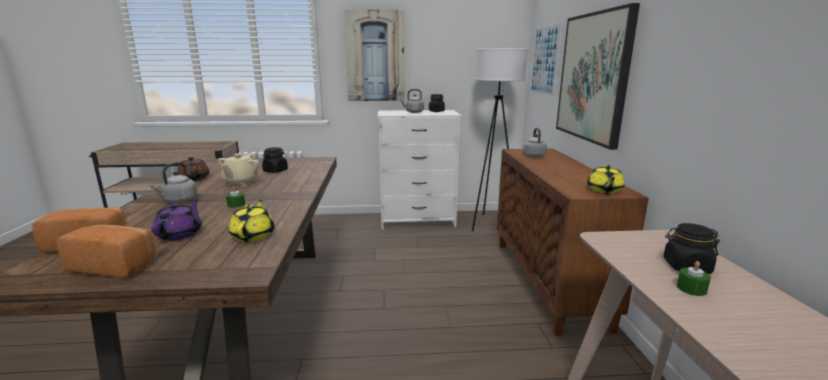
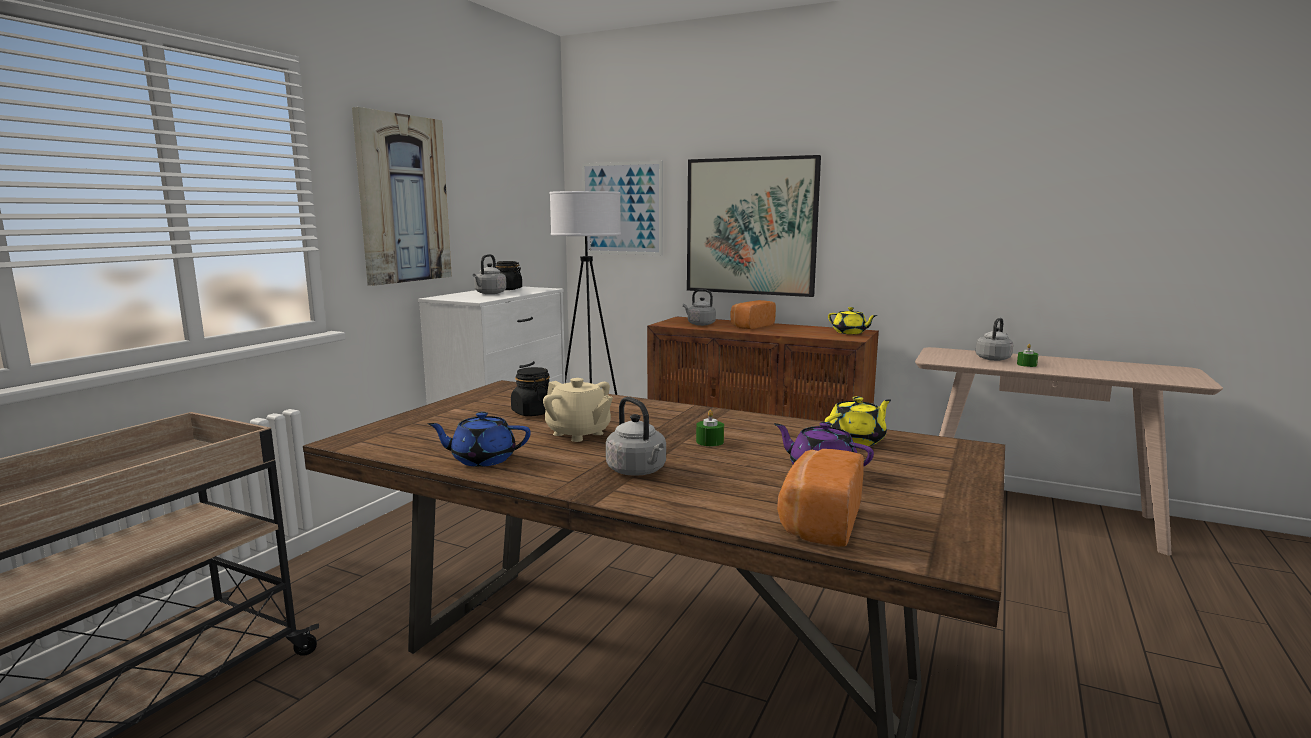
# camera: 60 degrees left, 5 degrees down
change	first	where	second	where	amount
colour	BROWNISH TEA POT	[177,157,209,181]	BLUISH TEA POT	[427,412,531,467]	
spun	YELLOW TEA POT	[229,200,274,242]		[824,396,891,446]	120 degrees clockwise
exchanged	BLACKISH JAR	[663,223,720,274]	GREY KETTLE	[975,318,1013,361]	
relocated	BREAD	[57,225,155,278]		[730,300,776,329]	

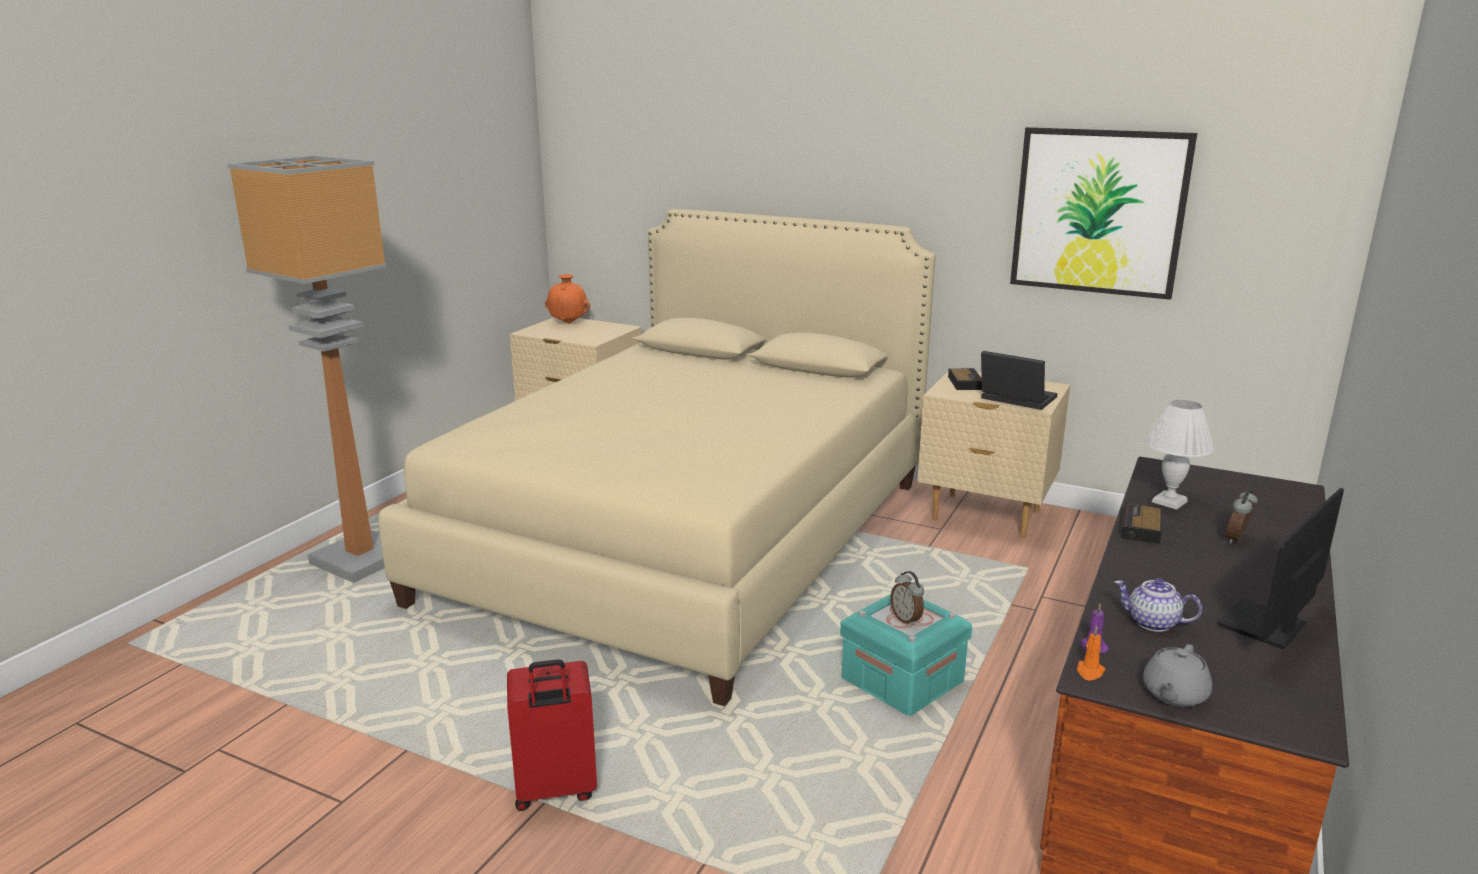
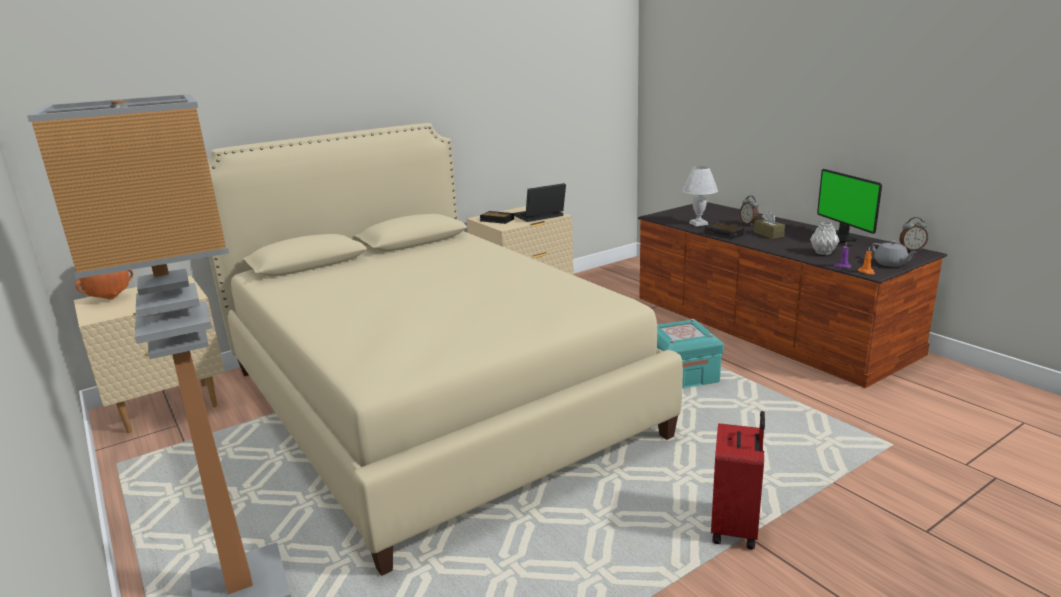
# camera: 60 degrees left, 0 degrees up
change	first	where	second	where	amount
missing	WALL PICTURE	[1010,127,1197,300]			
relocated	TABLE CLOCK	[891,571,924,626]		[899,217,928,251]	
exchanged	TEA POT	[1114,578,1202,632]	GREY VASE	[810,222,839,255]	
appeared			BROWNISH TISSUE HOLDER	[754,211,785,239]	

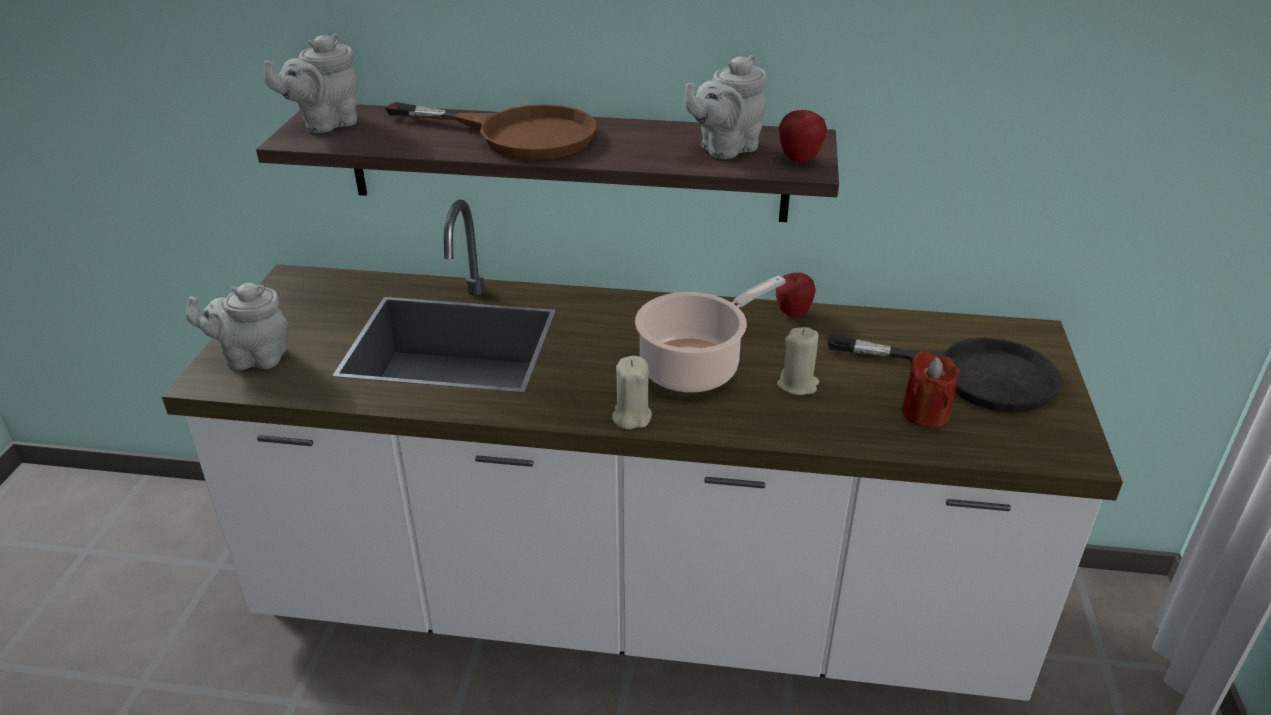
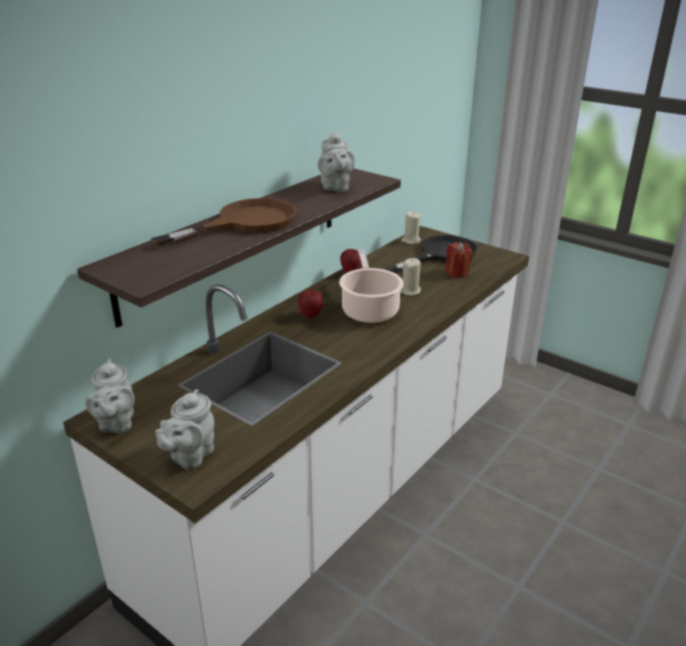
# camera: 60 degrees left, 5 degrees down
change	first	where	second	where	amount
relocated	GREY TEA POT	[264,34,358,133]		[85,359,134,433]	
relocated	APPLE	[779,110,827,162]		[298,290,323,318]	
relocated	SAND-COLOURED WAX CANDLE	[612,356,652,429]		[401,211,421,244]	

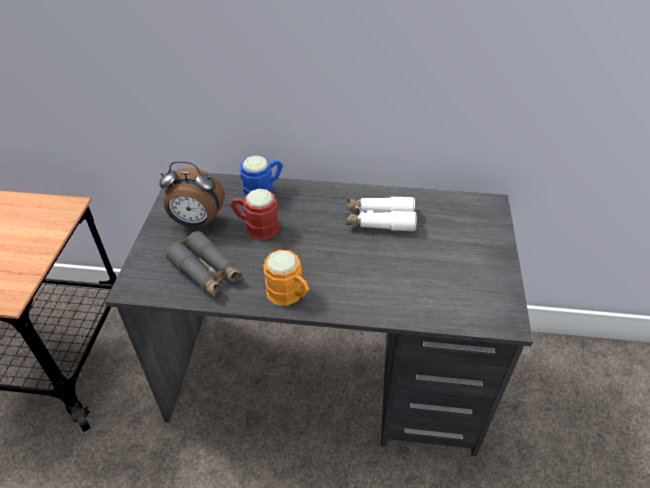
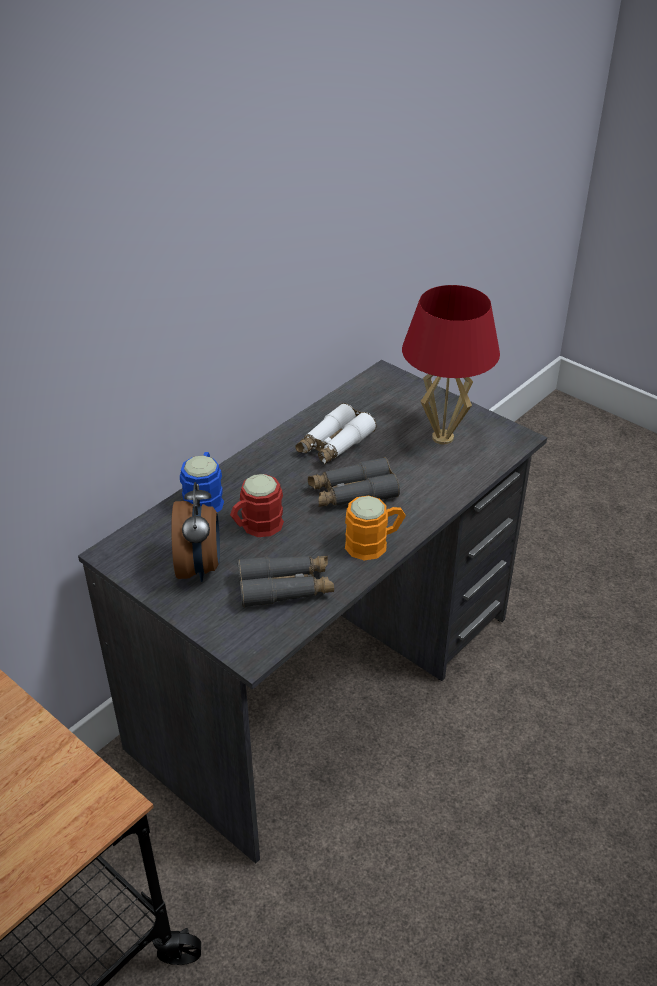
# camera: 55 degrees left, 5 degrees down
change	first	where	second	where	amount
spun	TABLE CLOCK	[159,161,225,227]		[171,482,220,582]	45 degrees counterclockwise
appeared			RED TABLETOP LAMP	[402,285,500,444]	
appeared			GREY FIELD GLASSES	[308,457,400,507]	

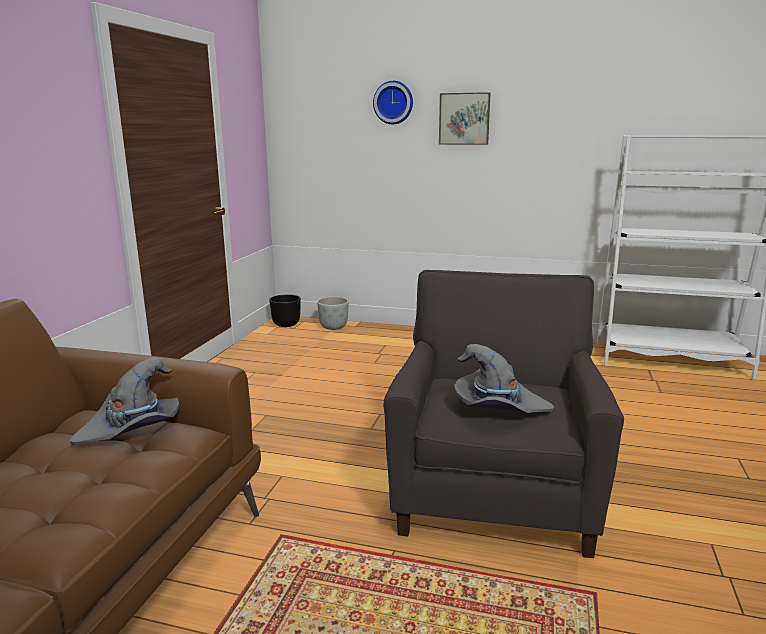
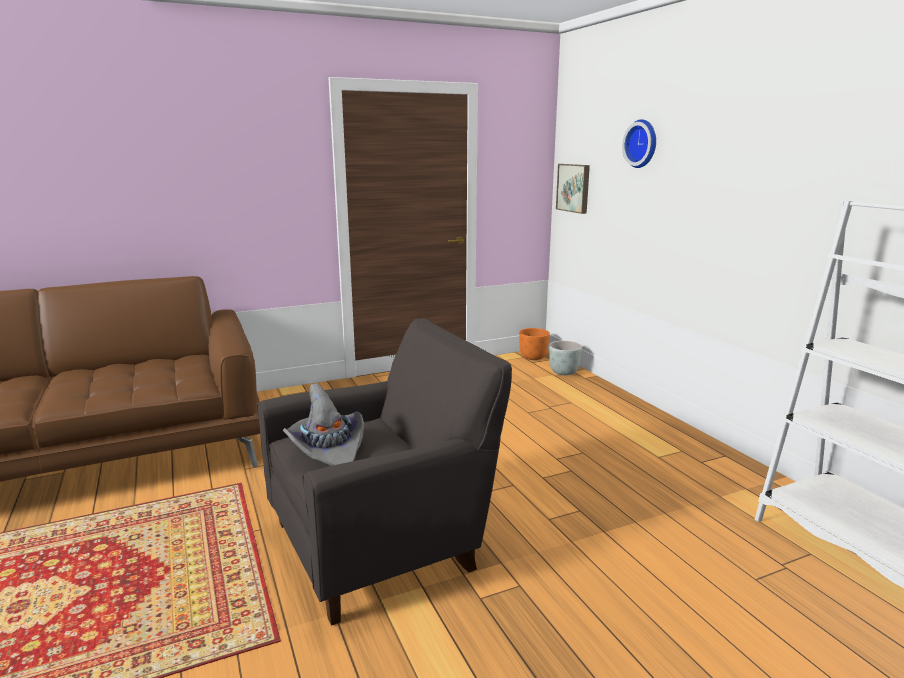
# camera: 50 degrees right, 0 degrees up
change	first	where	second	where	amount
relocated	WALL PICTURE	[439,92,491,145]		[556,164,590,214]	
colour	BLACKISH FLOWER POT	[269,294,301,327]	ORANGEY FLOWER POT	[519,328,550,360]	
missing	GREY WEARABLE HAT	[70,357,180,445]			

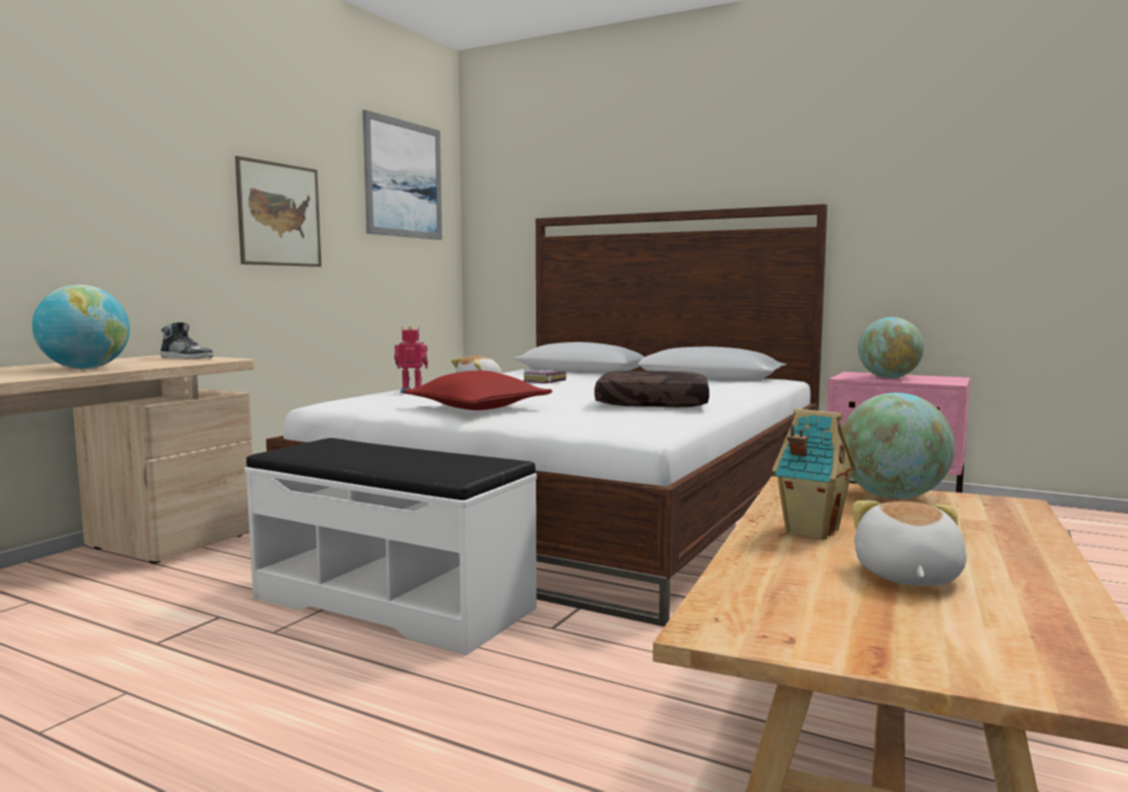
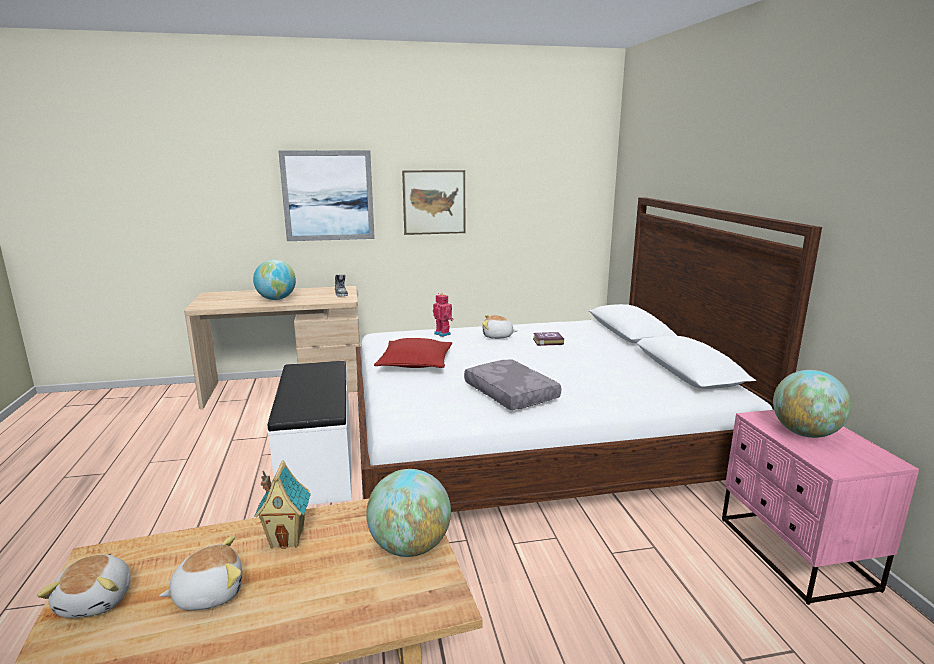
# camera: 50 degrees right, 10 degrees up
change	first	where	second	where	amount
relocated	WALL PICTURE	[363,110,442,240]		[278,150,375,241]	
colour	BROWNISH CUSHION	[594,370,709,407]	GREY CUSHION	[464,359,562,410]	
appeared			CUDDLY TOY	[37,554,131,618]	

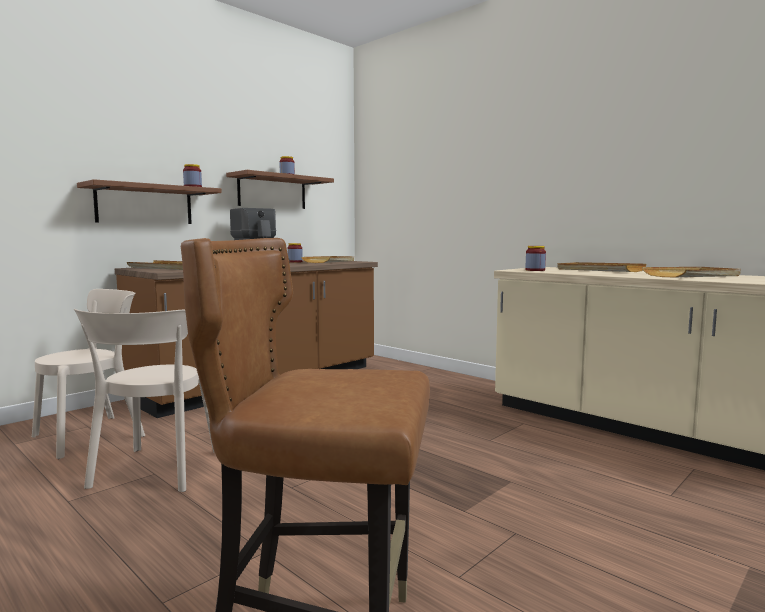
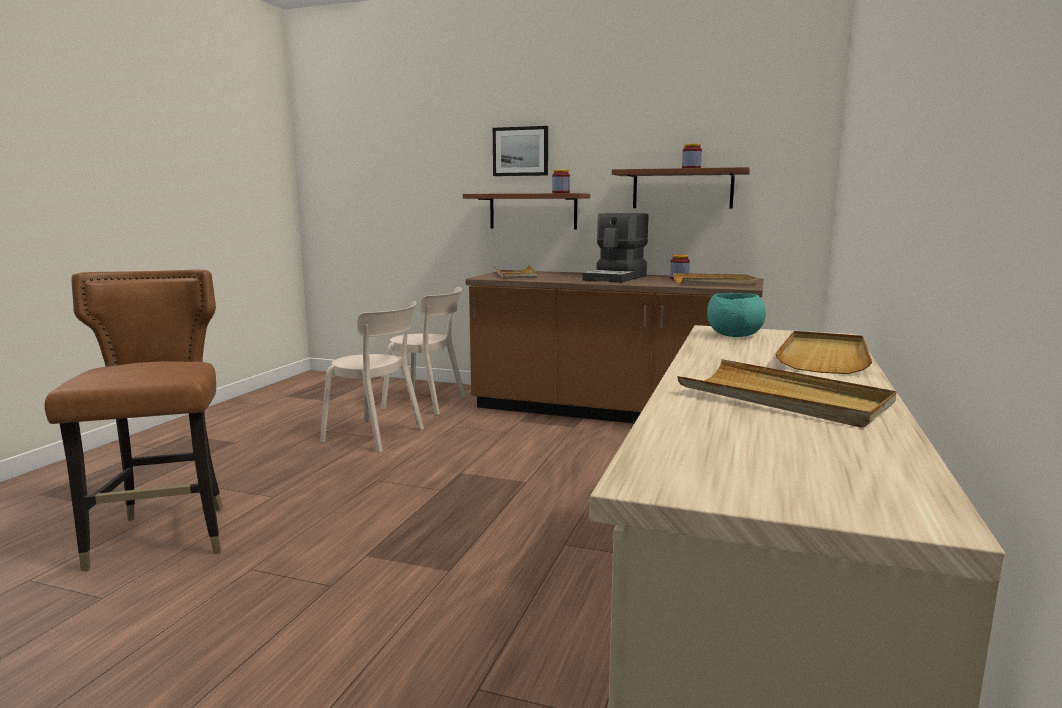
# camera: 65 degrees right, 5 degrees up
change	first	where	second	where	amount
exchanged	JAR	[525,246,546,271]	BLUE-GREEN BOWL	[707,293,766,337]	
spun	SAND-COLOURED CHAIR	[74,309,214,492]		[320,301,424,453]	135 degrees counterclockwise
appeared			WALL PICTURE	[493,126,548,176]	

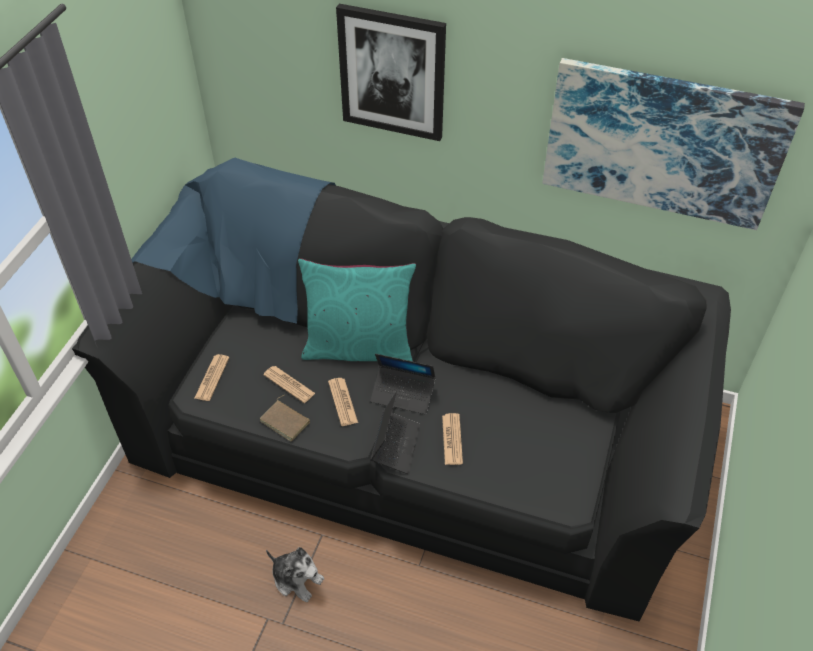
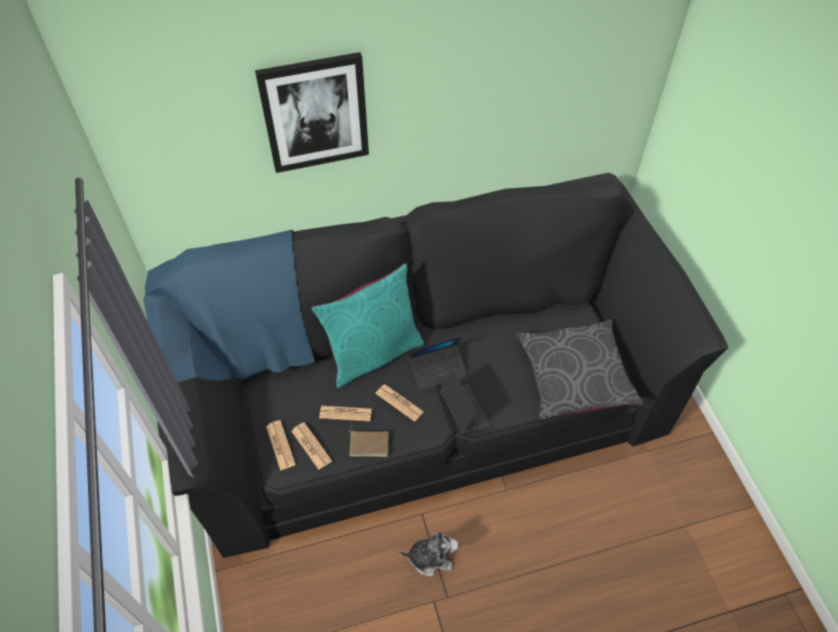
# camera: 35 degrees left, 5 degrees up
change	first	where	second	where	amount
missing	WALL PICTURE	[543,58,805,230]			
relocated	NEWSPAPER	[442,413,463,465]		[291,422,332,470]	
appeared			GREY CUSHION	[516,319,643,420]	

